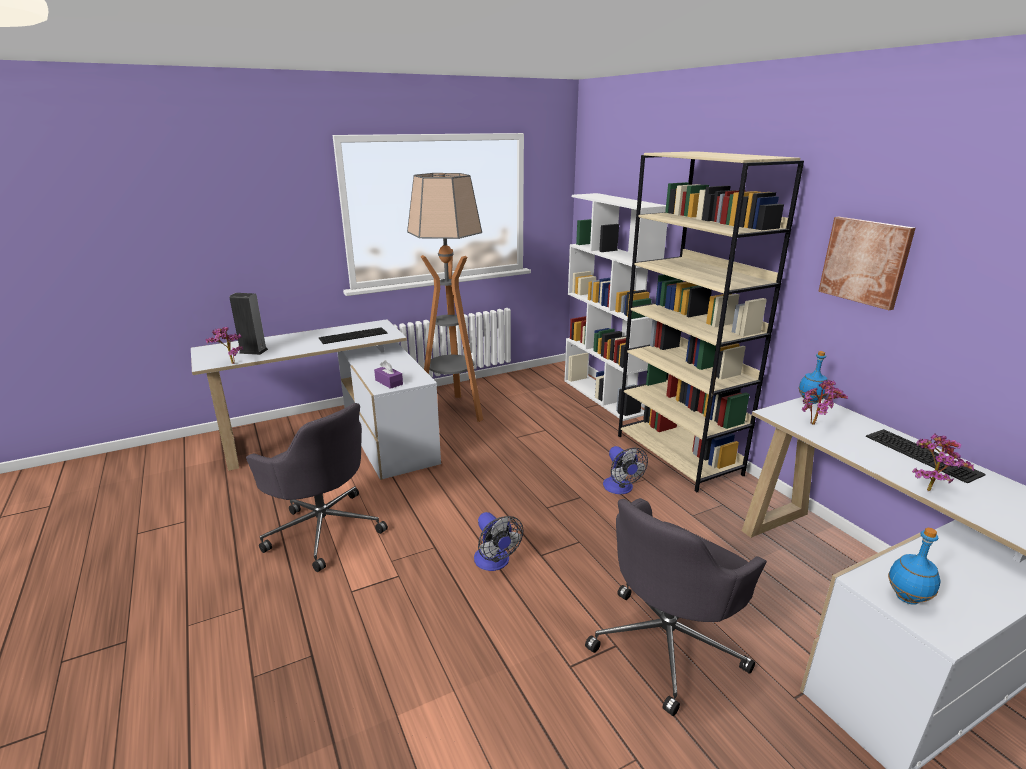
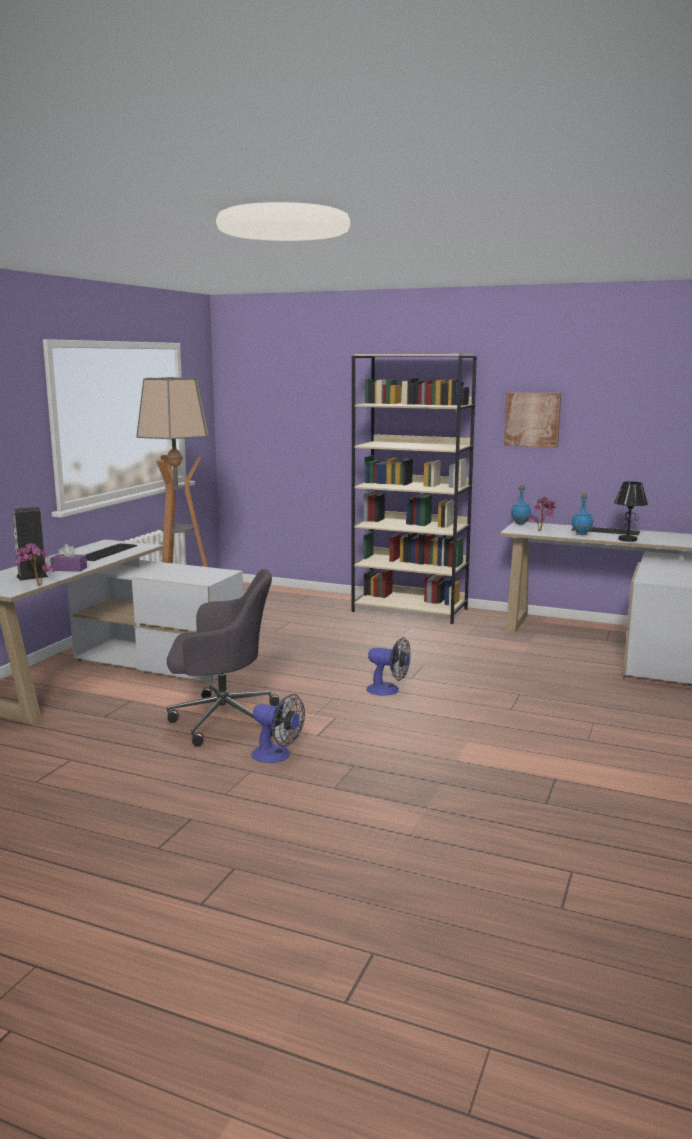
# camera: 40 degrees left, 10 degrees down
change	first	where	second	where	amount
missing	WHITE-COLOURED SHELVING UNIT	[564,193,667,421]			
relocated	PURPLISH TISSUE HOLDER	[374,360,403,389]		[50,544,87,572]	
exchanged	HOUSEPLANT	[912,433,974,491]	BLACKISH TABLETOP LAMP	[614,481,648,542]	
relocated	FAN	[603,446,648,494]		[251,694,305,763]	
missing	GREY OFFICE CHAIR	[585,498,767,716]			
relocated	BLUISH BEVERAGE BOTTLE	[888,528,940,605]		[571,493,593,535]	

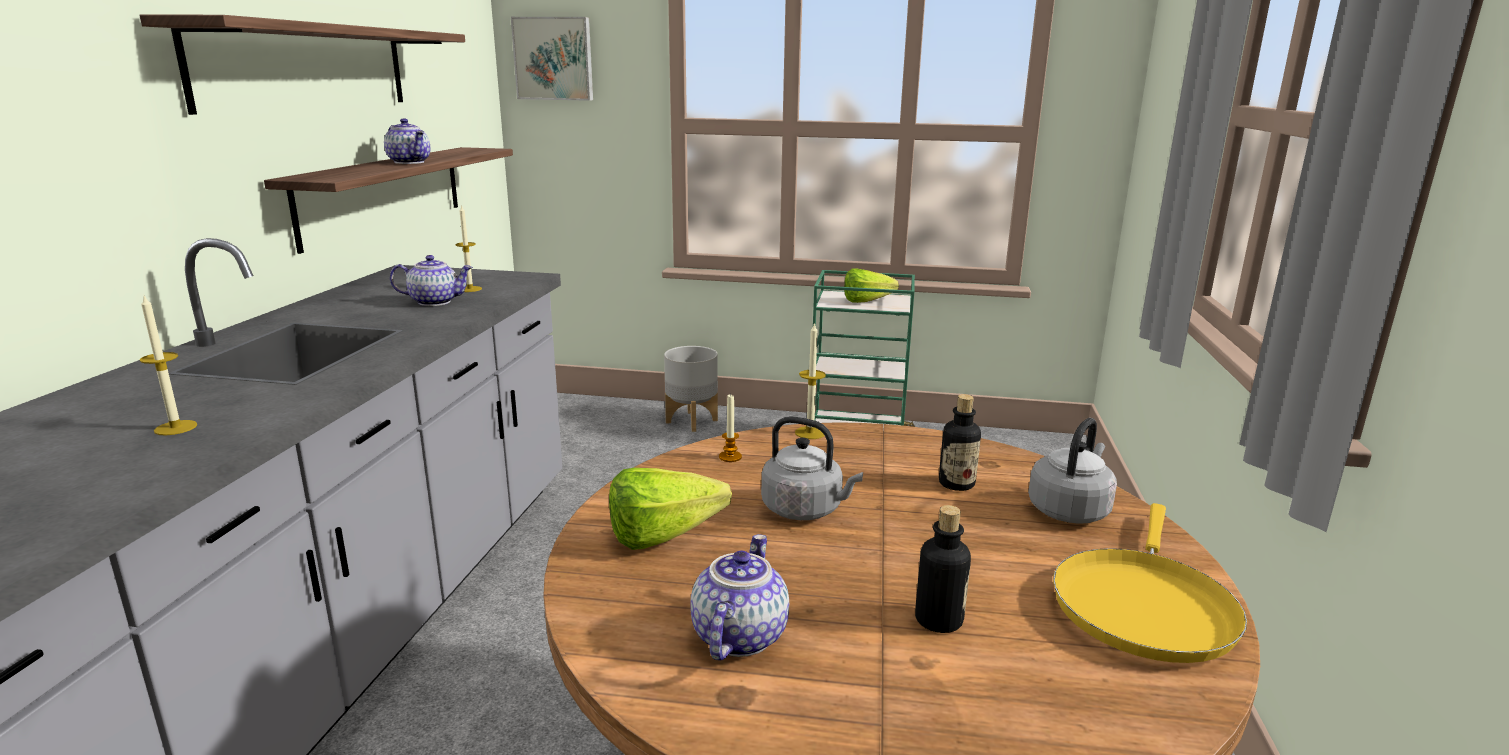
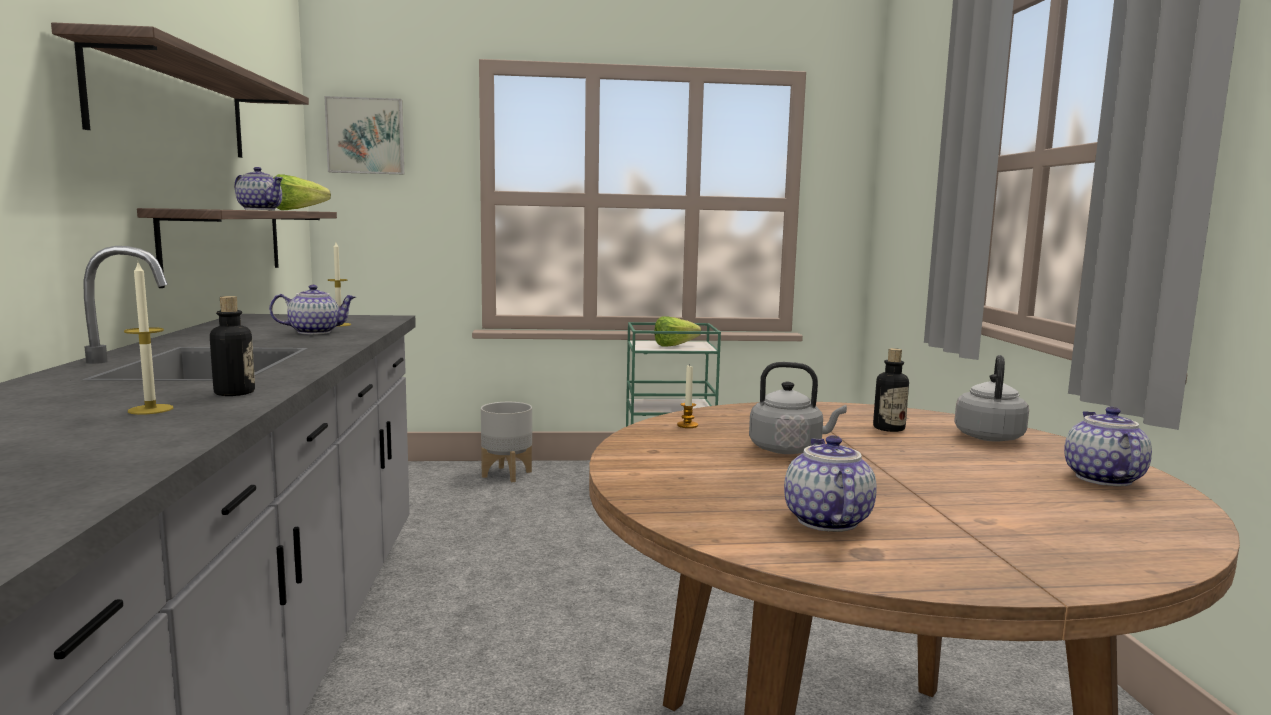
# camera: 15 degrees left, 10 degrees down
change	first	where	second	where	amount
missing	WAX CANDLE	[795,322,826,439]			
relocated	HEAD OF LETTUCE	[609,468,732,550]		[274,174,331,210]	
exchanged	YELLOW PAN	[1053,503,1247,663]	TEA POT	[1064,407,1152,486]	
relocated	BEVERAGE BOTTLE	[915,505,971,633]		[210,296,255,396]	

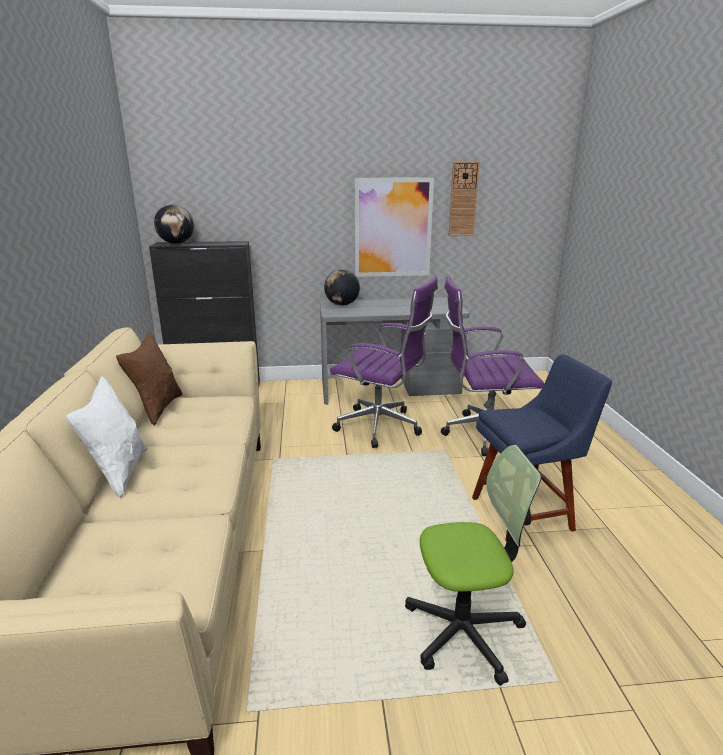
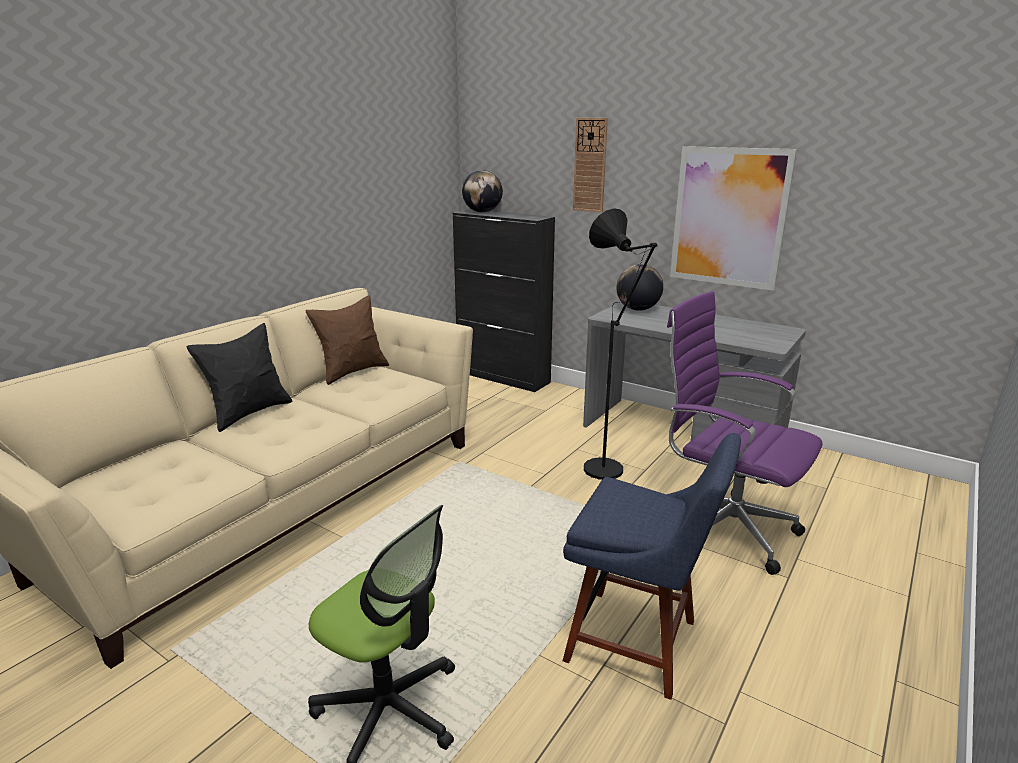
# camera: 40 degrees right, 0 degrees up
change	first	where	second	where	amount
relocated	CLOCK ON THE WALL	[448,162,480,236]		[573,118,608,213]	
exchanged	PURPLISH OFFICE CHAIR	[330,277,438,448]	BLACKISH STANDARD LAMP	[584,208,657,480]	
colour	WHITE-COLOURED CUSHION	[66,376,147,499]	BLACKISH CUSHION	[187,323,293,432]	

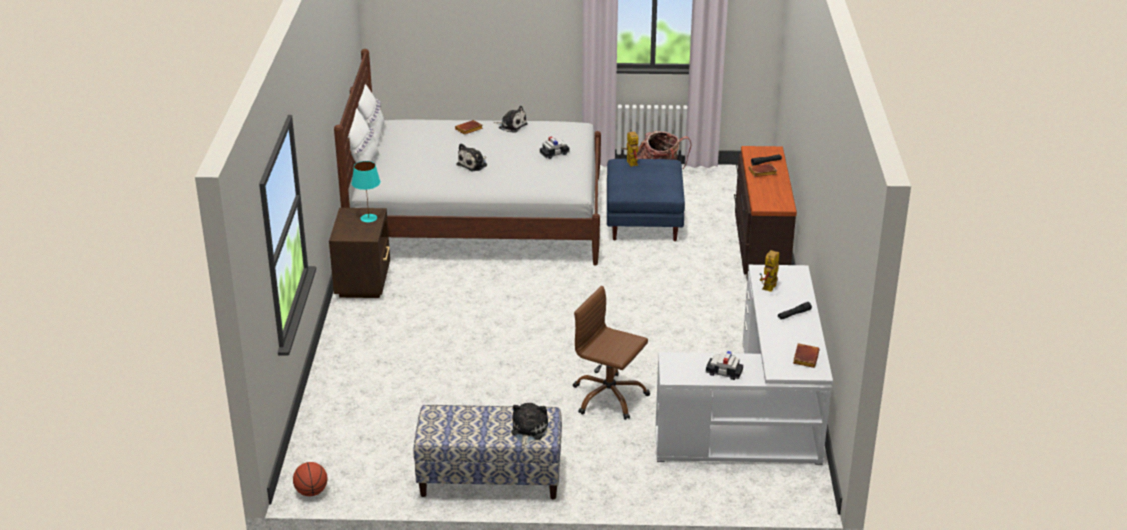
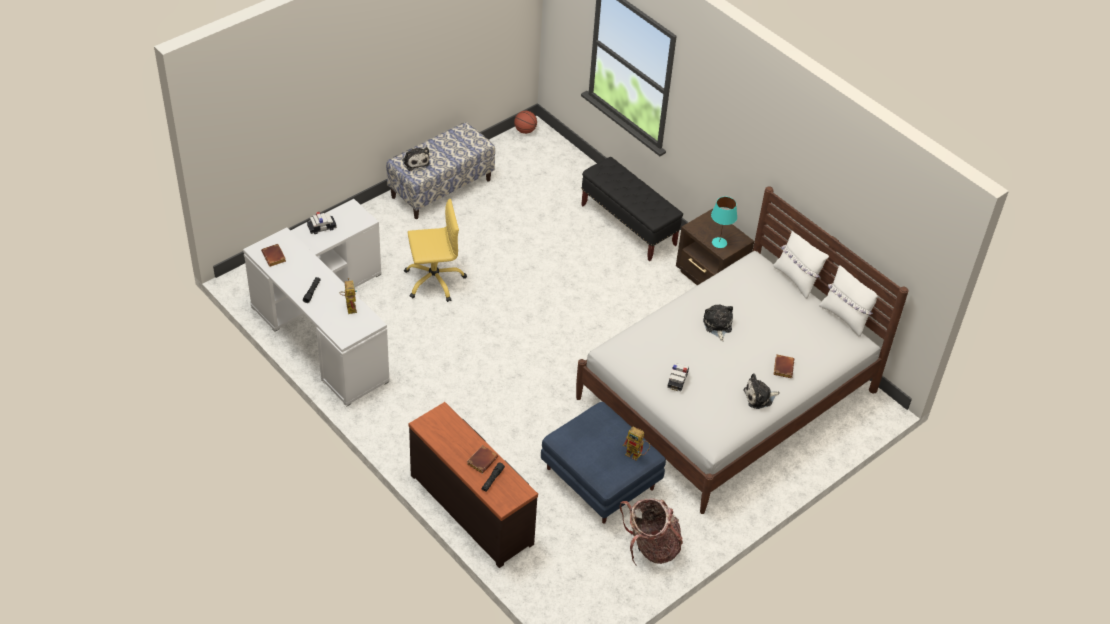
# camera: 135 degrees right, 15 degrees up
change	first	where	second	where	amount
colour	BROWNISH OFFICE CHAIR	[573,286,650,420]	YELLOW OFFICE CHAIR	[404,199,467,302]	
appeared			BLACKISH BENCH	[581,157,683,261]	

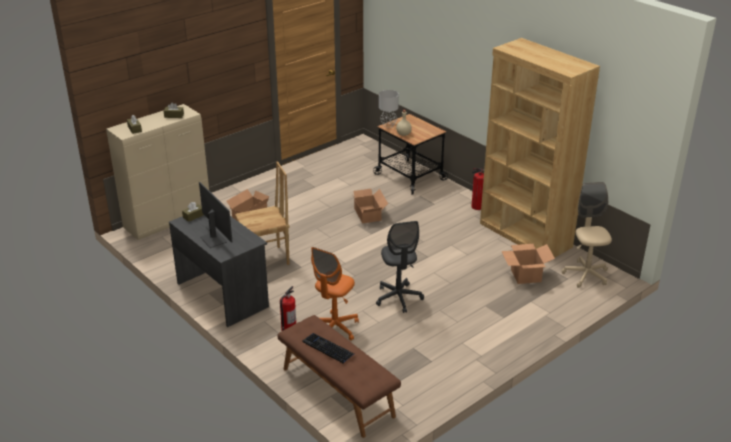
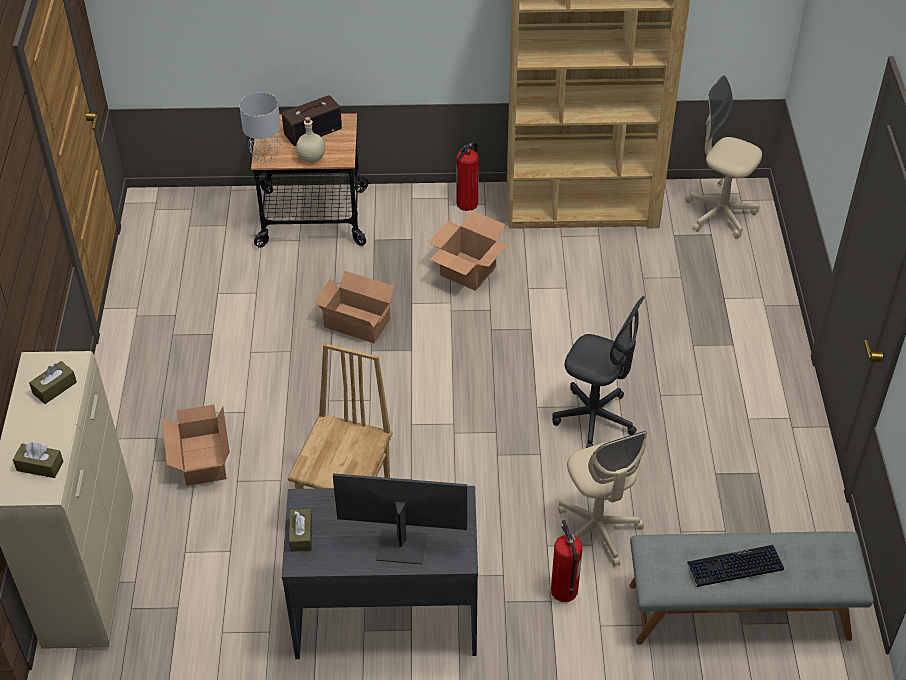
# camera: 50 degrees left, 15 degrees up
change	first	where	second	where	amount
relocated	CARTON	[502,244,555,284]		[428,210,508,291]	
colour	ORANGEY OFFICE CHAIR	[311,247,359,341]	SAND-COLOURED OFFICE CHAIR	[558,431,647,566]	
colour	BROWNISH BENCH	[277,315,401,438]	GREY BENCH	[630,532,874,645]	
appeared			RADIO	[282,95,342,146]	

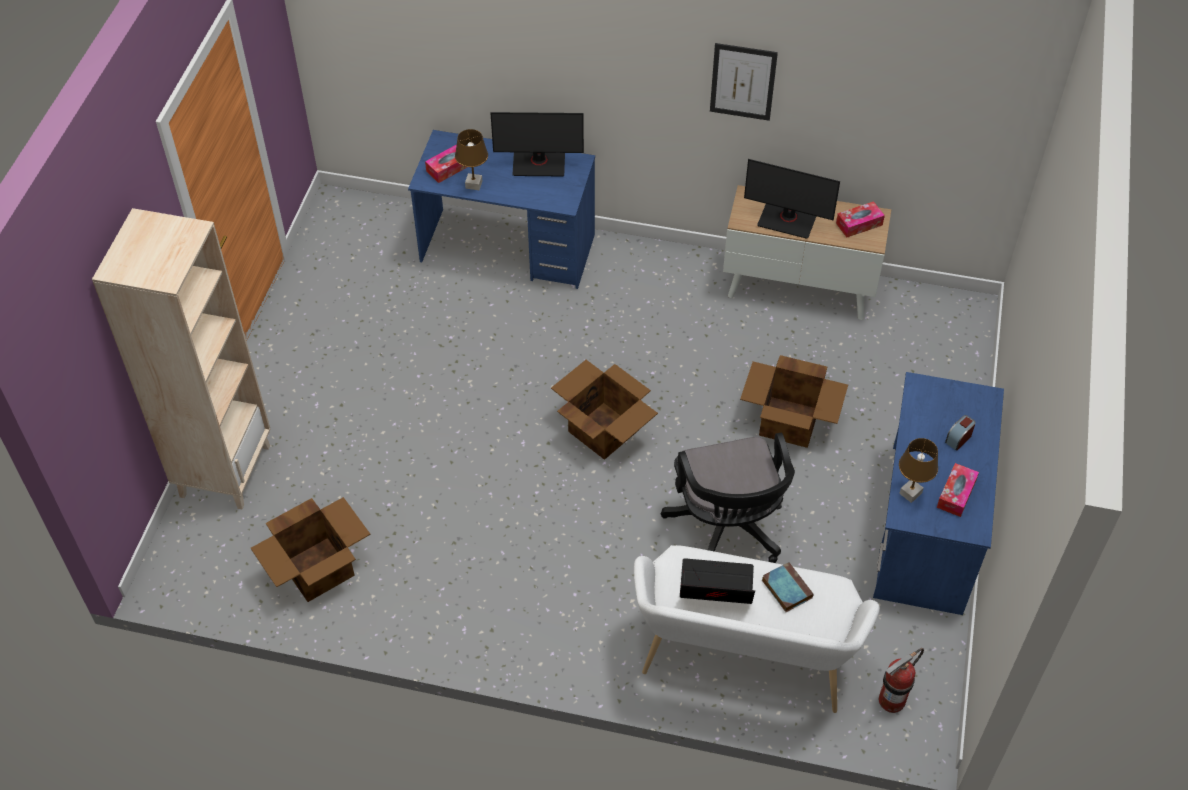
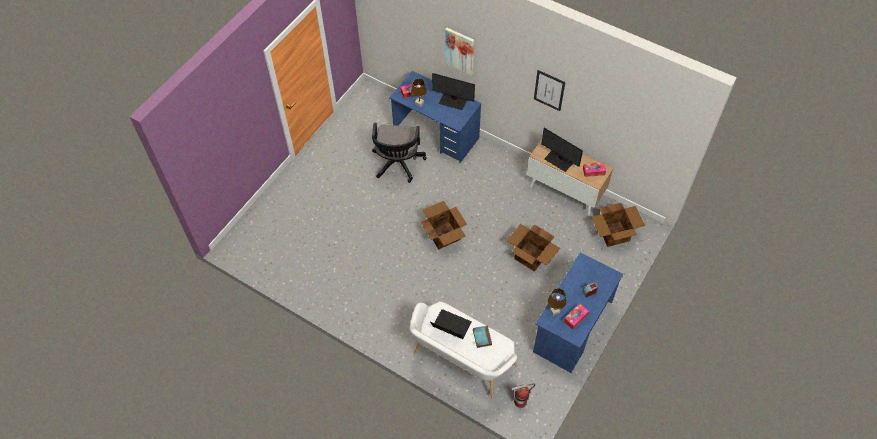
# camera: 20 degrees right, 5 degrees up
change	first	where	second	where	amount
missing	SAND-COLOURED SHELVING UNIT	[92,208,271,509]			
relocated	BLACKISH OFFICE CHAIR	[661,432,795,563]		[372,123,427,183]	
relocated	CARTON	[251,497,371,602]		[591,203,645,247]	
appeared			WALL PICTURE	[445,28,474,75]	

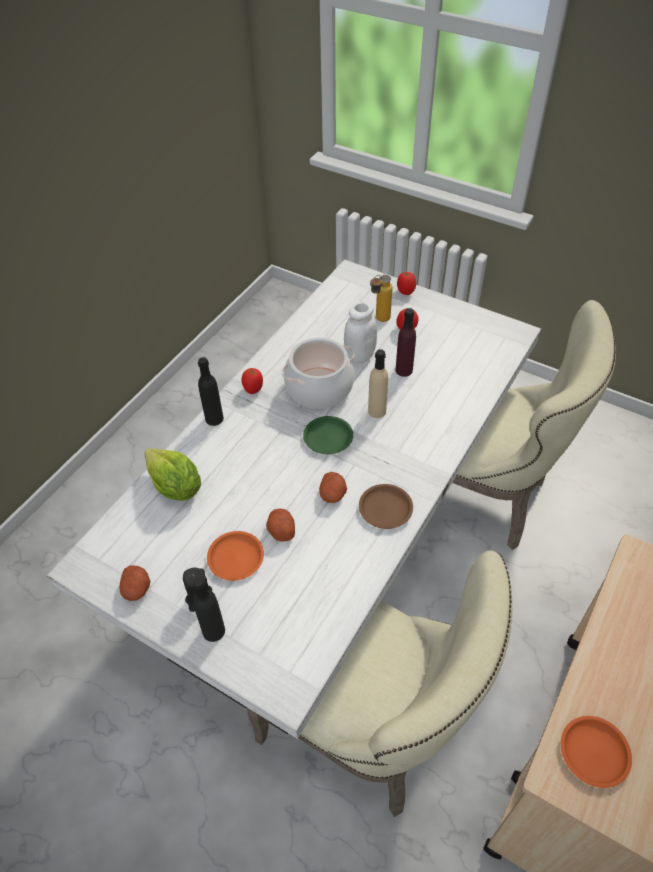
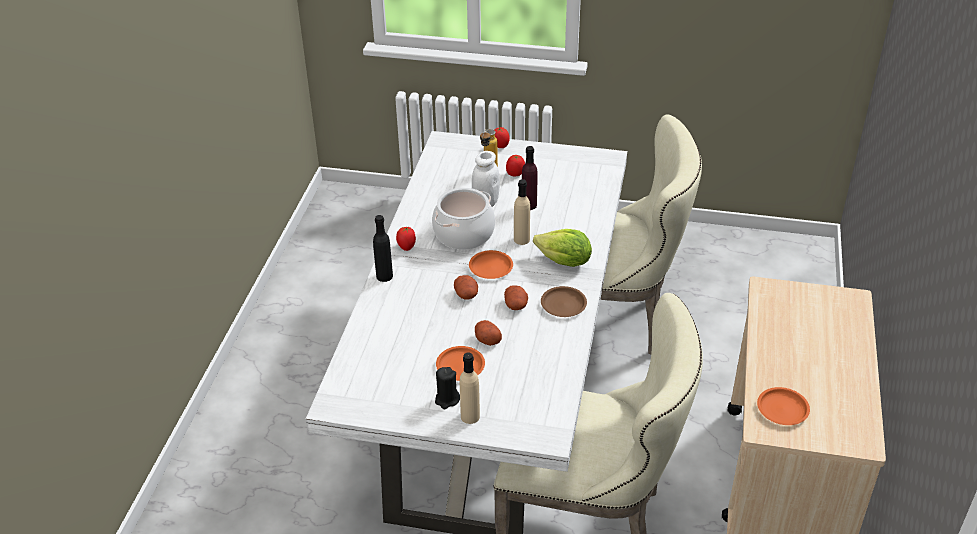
# camera: 20 degrees left, 10 degrees down
change	first	where	second	where	amount
colour	GREENISH PLATE	[303,416,353,454]	ORANGEY PLATE	[469,250,513,279]	
relocated	HEAD OF LETTUCE	[144,448,201,501]		[533,229,592,267]	
relocated	POTATO	[119,565,151,601]		[454,275,478,300]	
colour	BLACKISH BEVERAGE BOTTLE	[192,576,225,642]	SAND-COLOURED BEVERAGE BOTTLE	[460,352,480,424]	

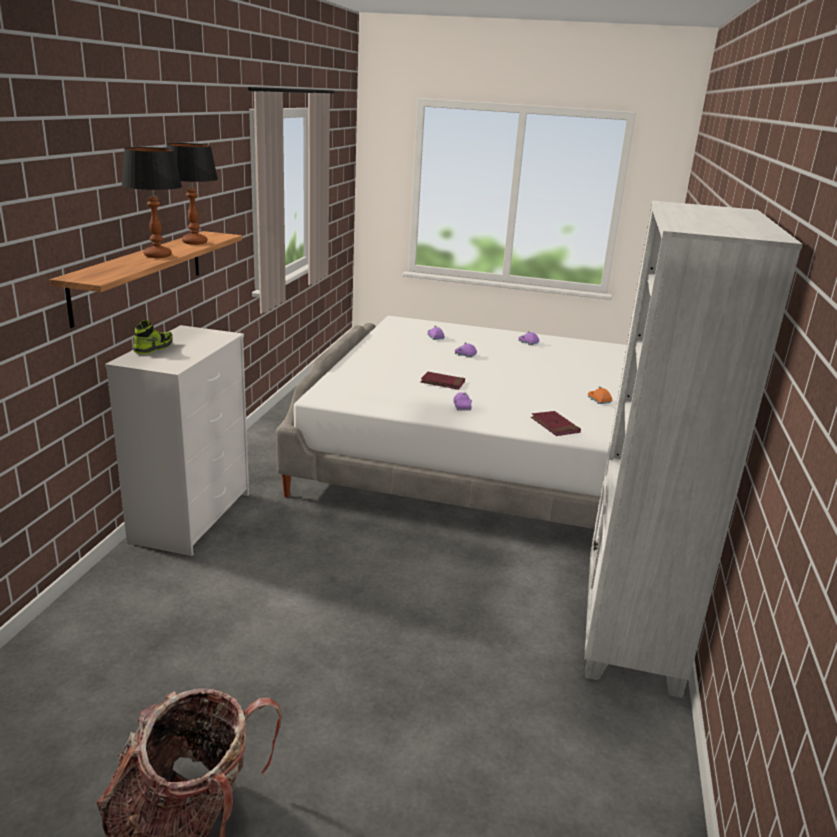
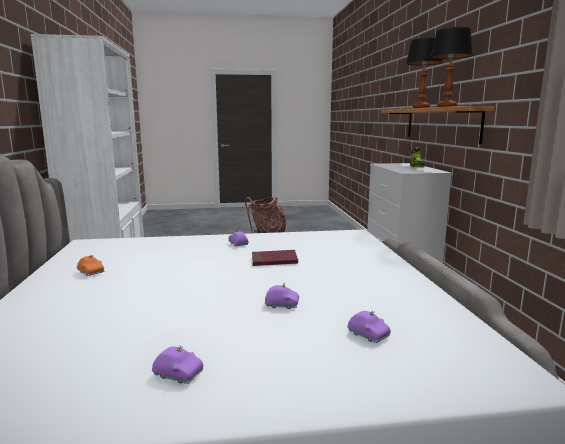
# camera: 160 degrees right, 10 degrees down
change	first	where	second	where	amount
missing	RED BOUND BOOK	[531,411,581,436]			

